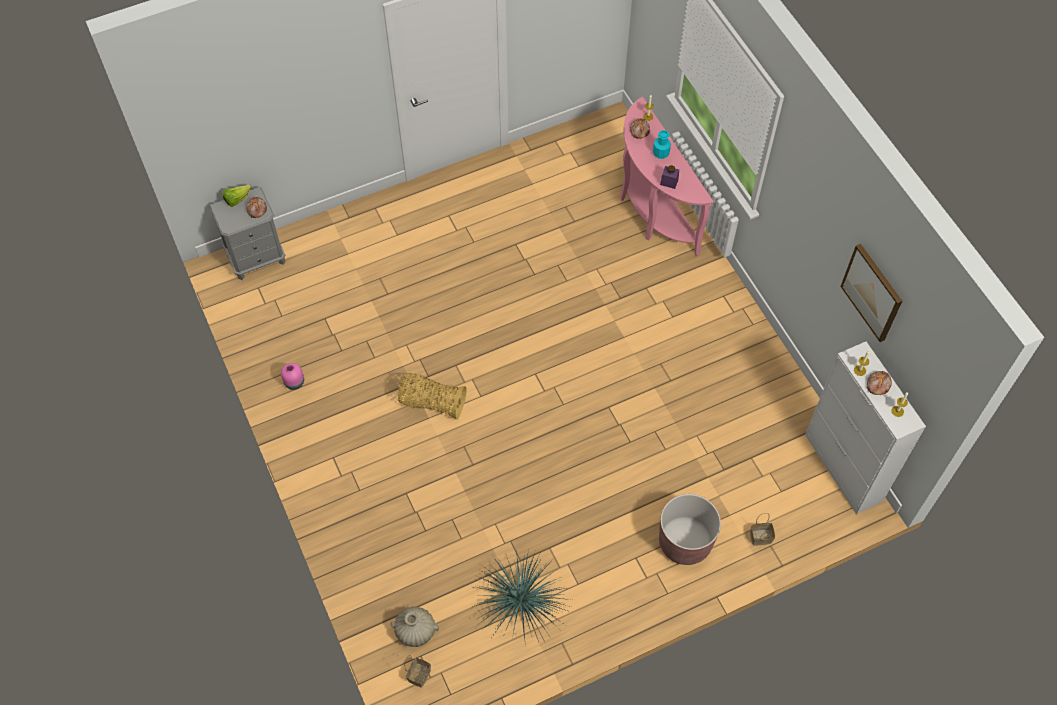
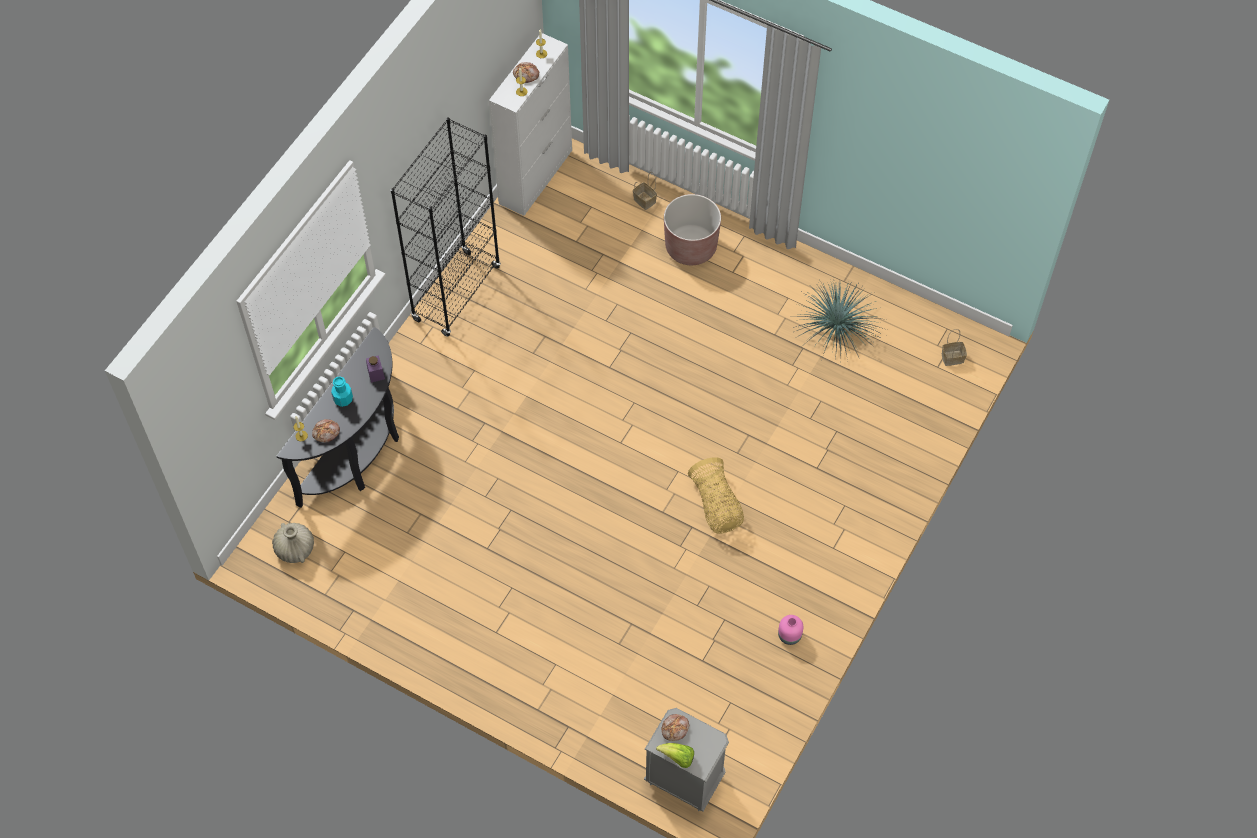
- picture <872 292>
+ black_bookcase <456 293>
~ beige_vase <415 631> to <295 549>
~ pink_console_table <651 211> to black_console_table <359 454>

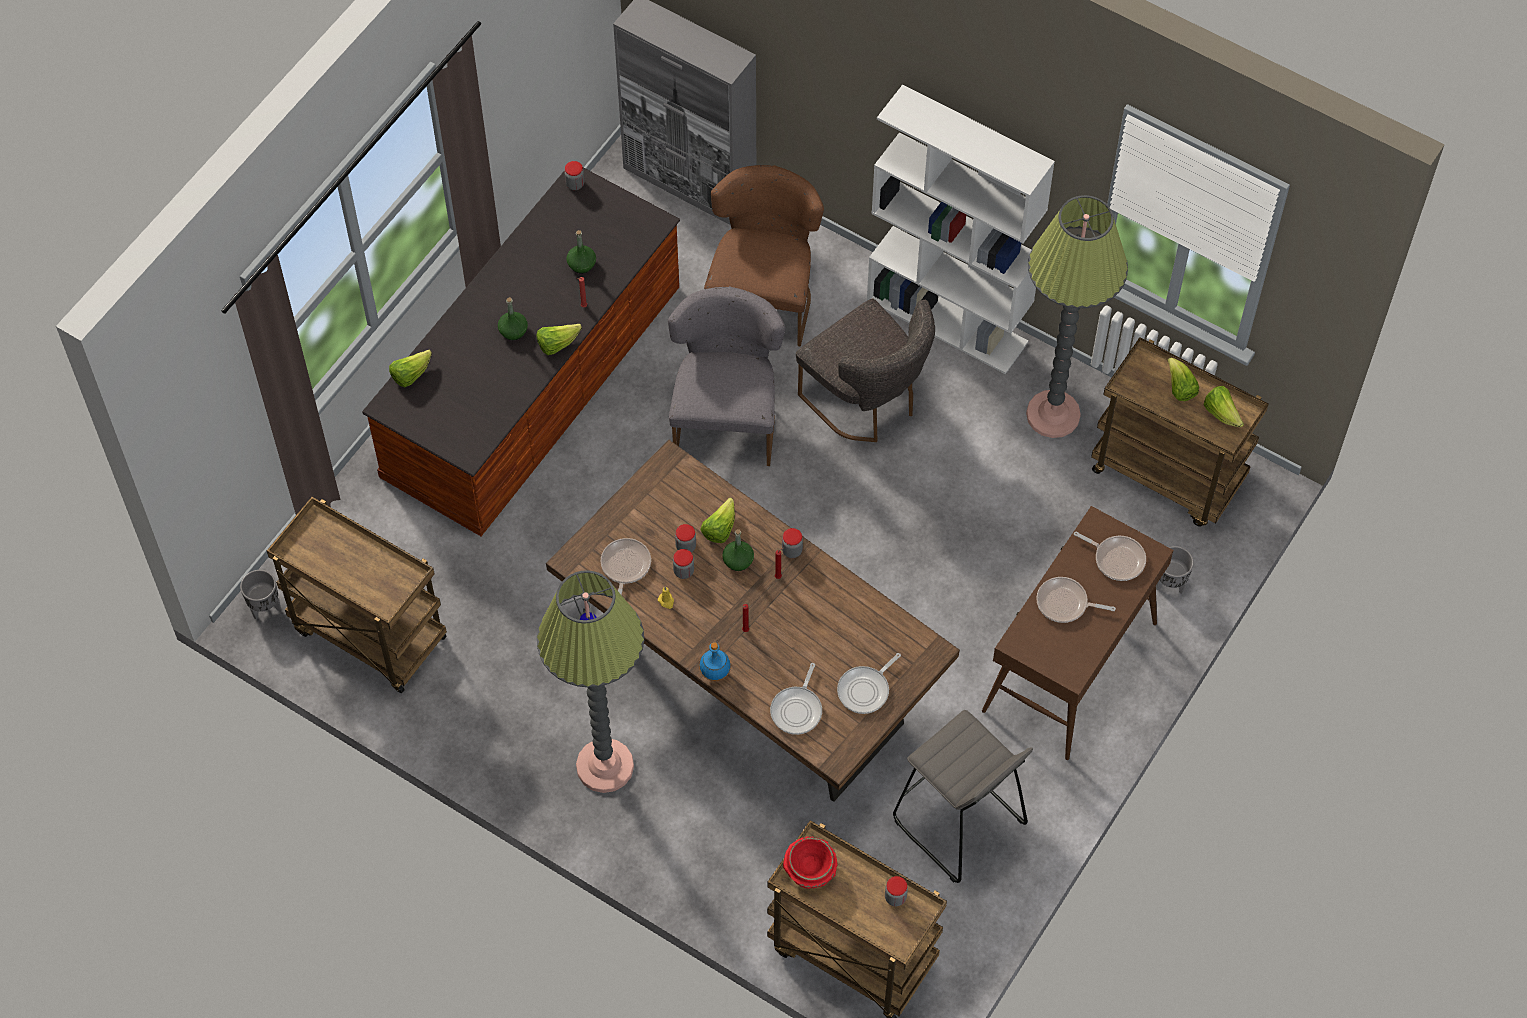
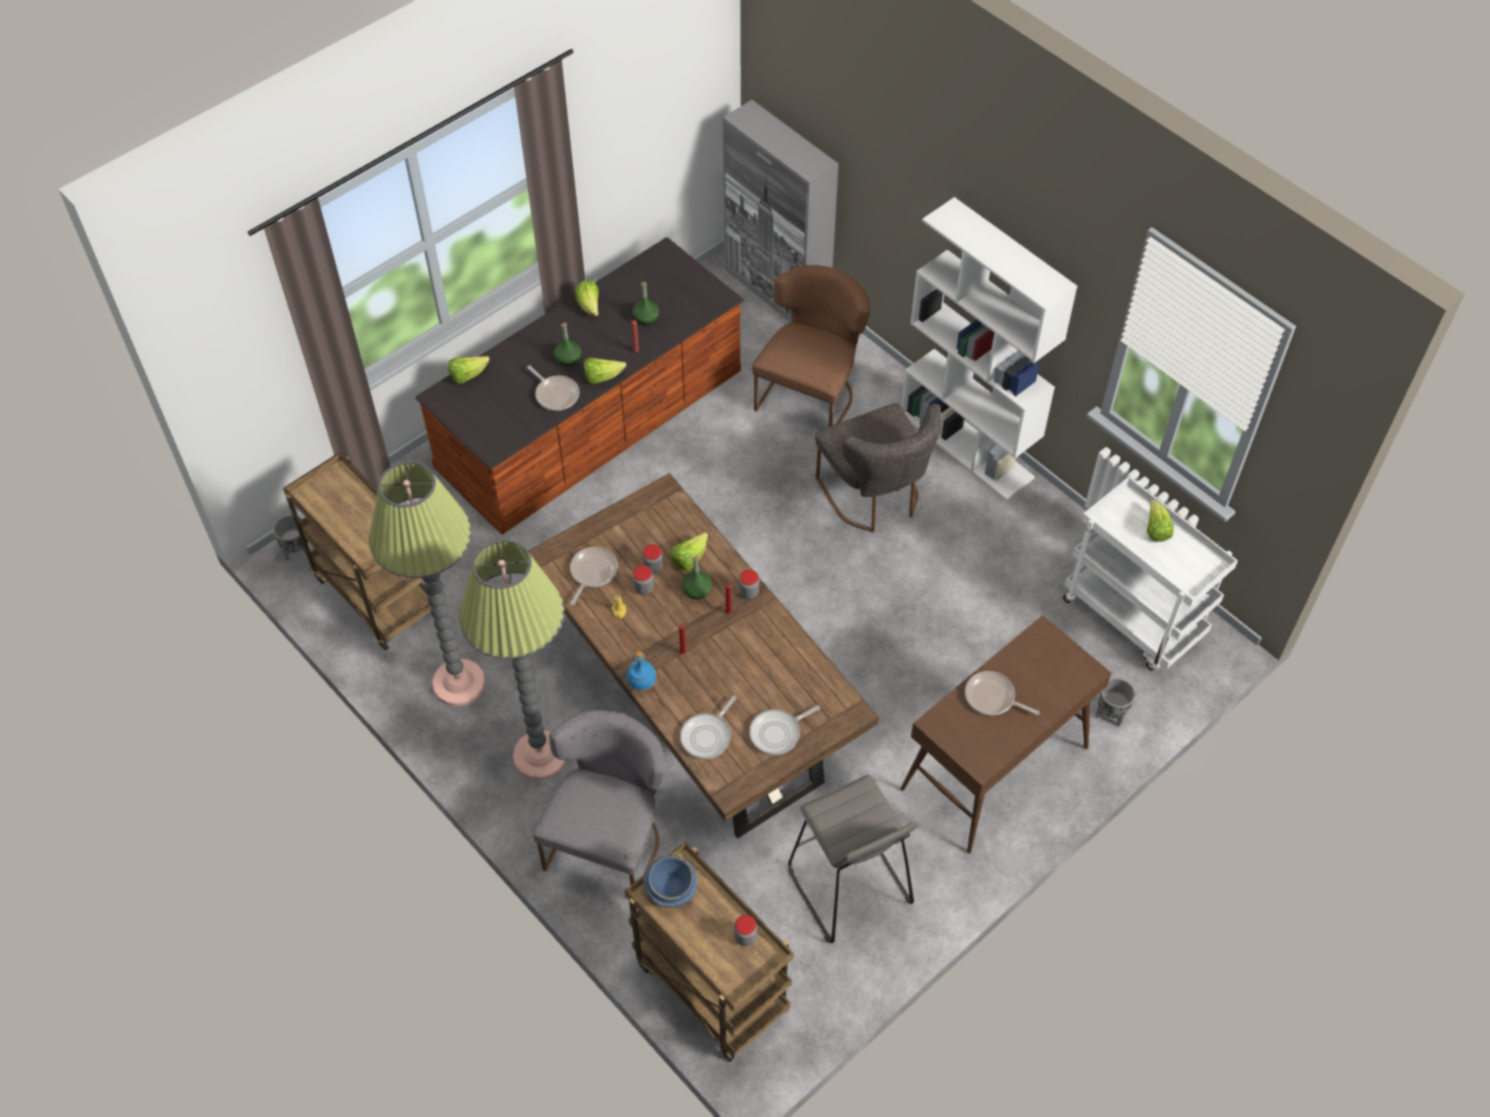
- jar <575 184>
~ grey_chair <726 418> to <609 839>
~ floor_lamp <1053 415> to <459 683>
~ frying_pan <1116 559> to <555 394>
~ lettuce <1221 413> to <589 306>
~ red_bowl <810 869> to blue_bowl <671 889>
~ brown_cart <1169 474> to white_cart <1134 618>

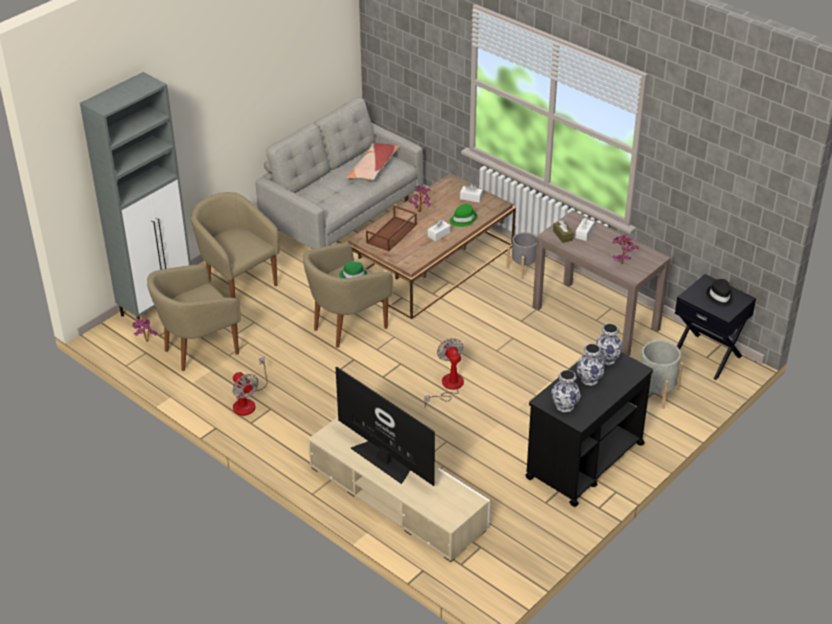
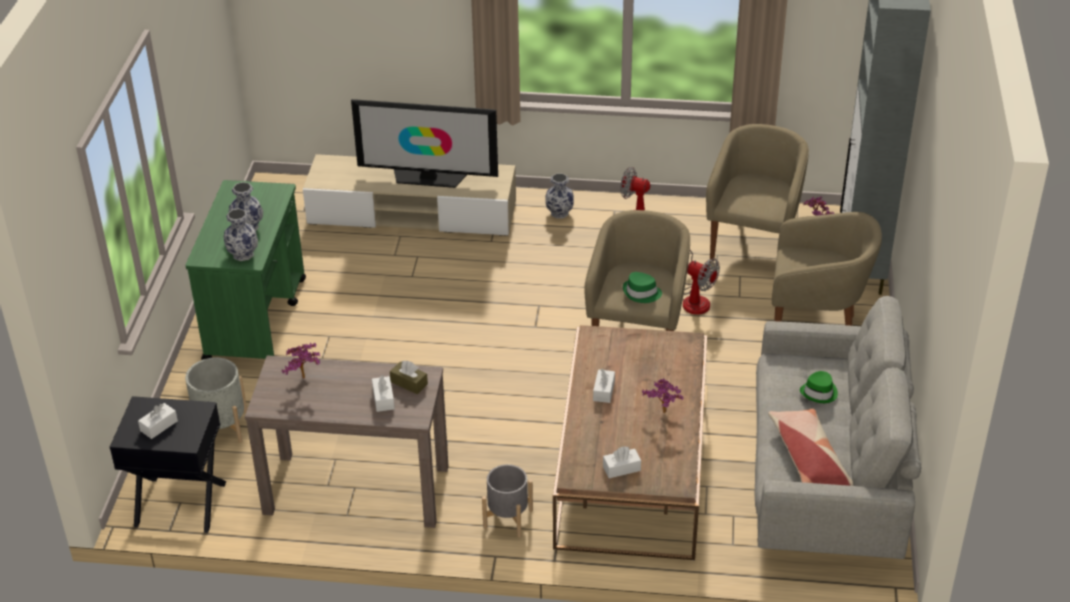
- brown_tray <391 234>
~ fan <448 387> to <695 298>
~ green_hat <463 219> to <819 392>
~ vase <564 406> to <559 212>
~ black_hat <720 297> to white_tissue_box <159 426>
~ black_cart <584 461> to green_cart <256 318>

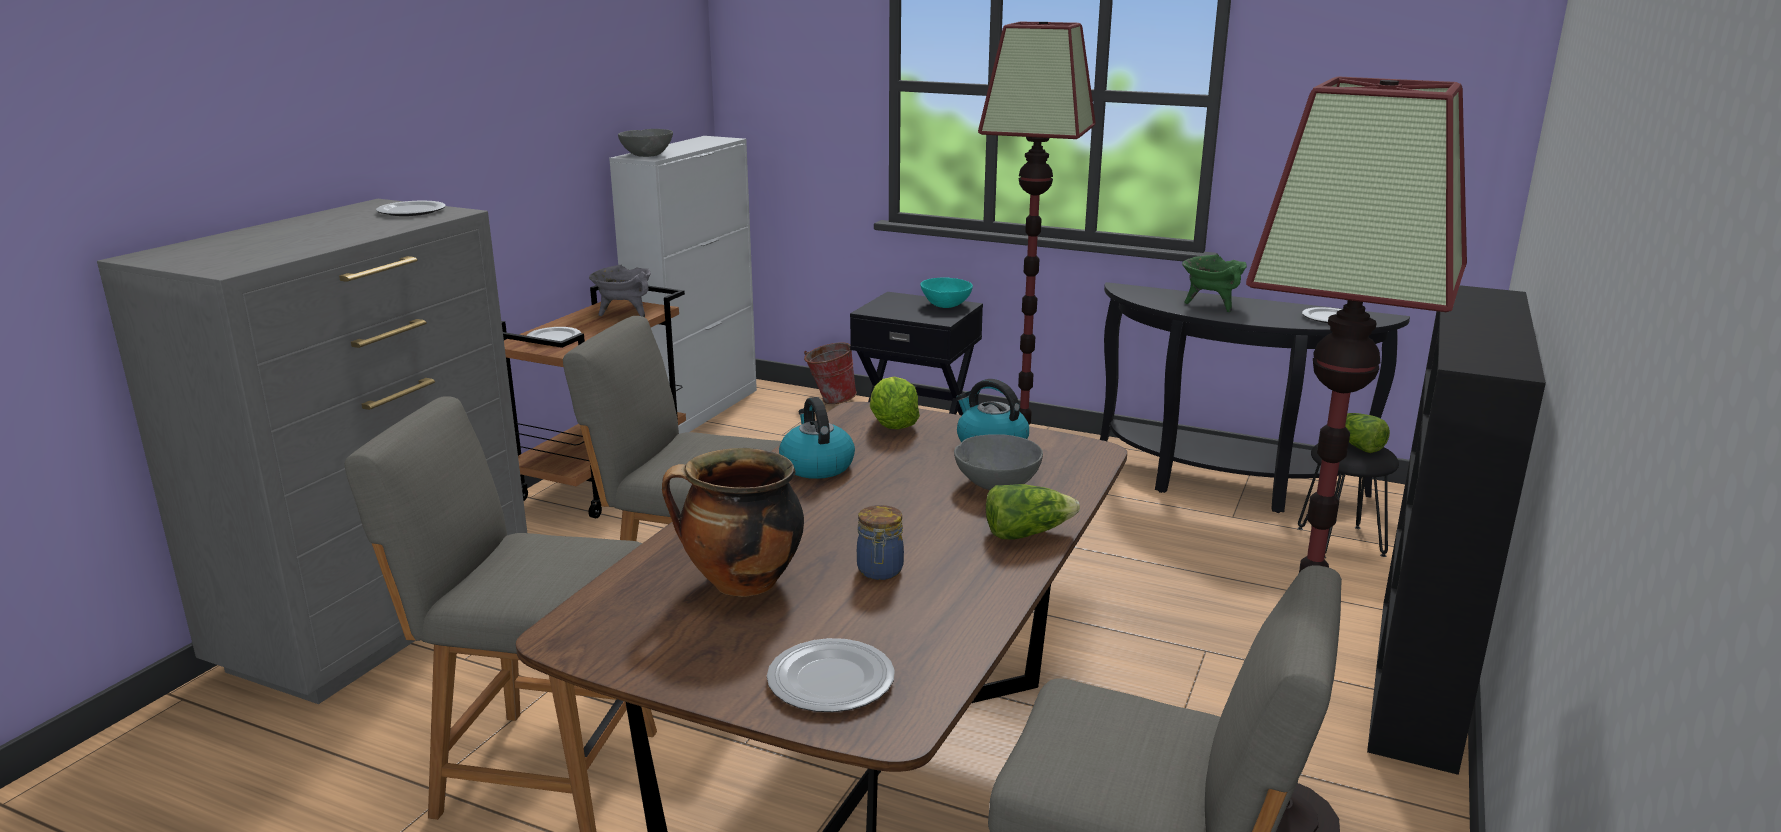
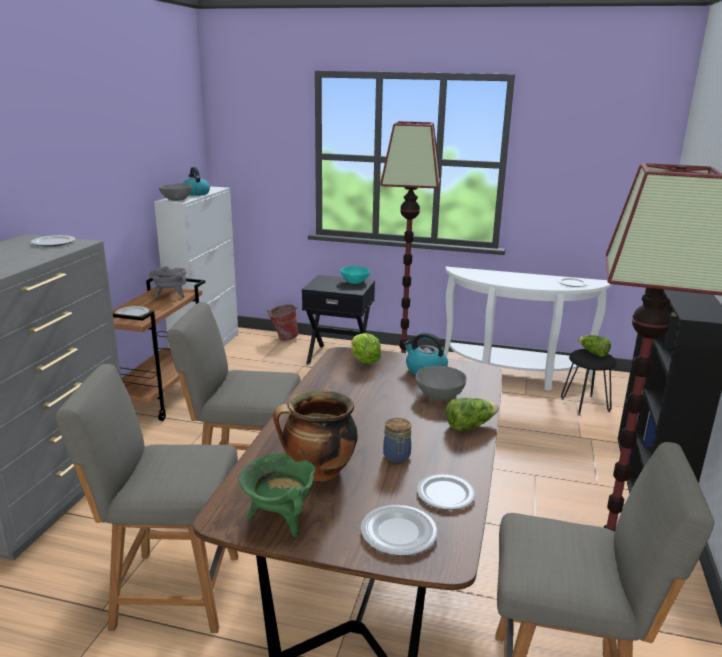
+ plate <446 494>
~ kettle <816 466> to <195 193>
~ green_cooking_pot <1211 305> to <279 519>
~ black_console_table <1223 485> to white_console_table <514 376>

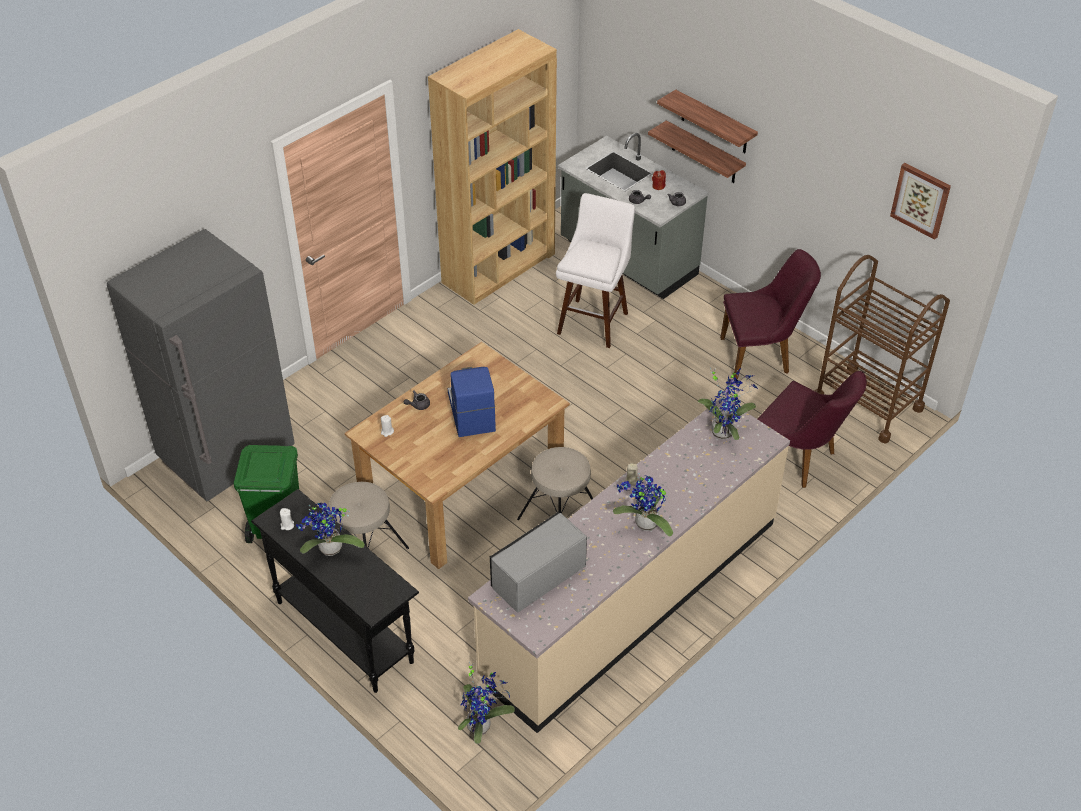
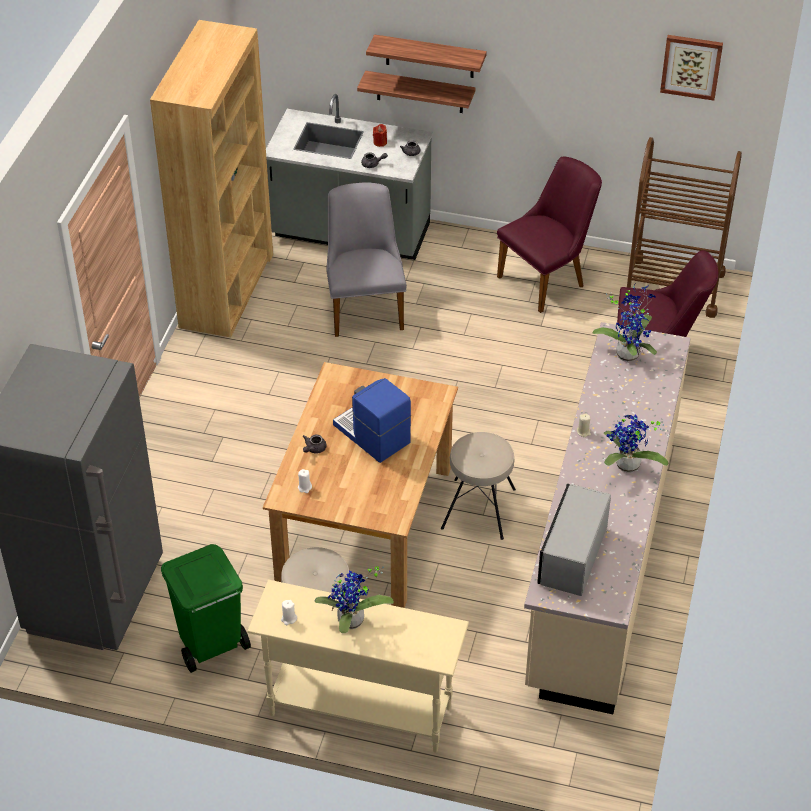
- potted_plant <481 725>
~ white_stool <594 320> to grey_chair <364 307>
~ black_console_table <344 631> to beige_console_table <359 710>

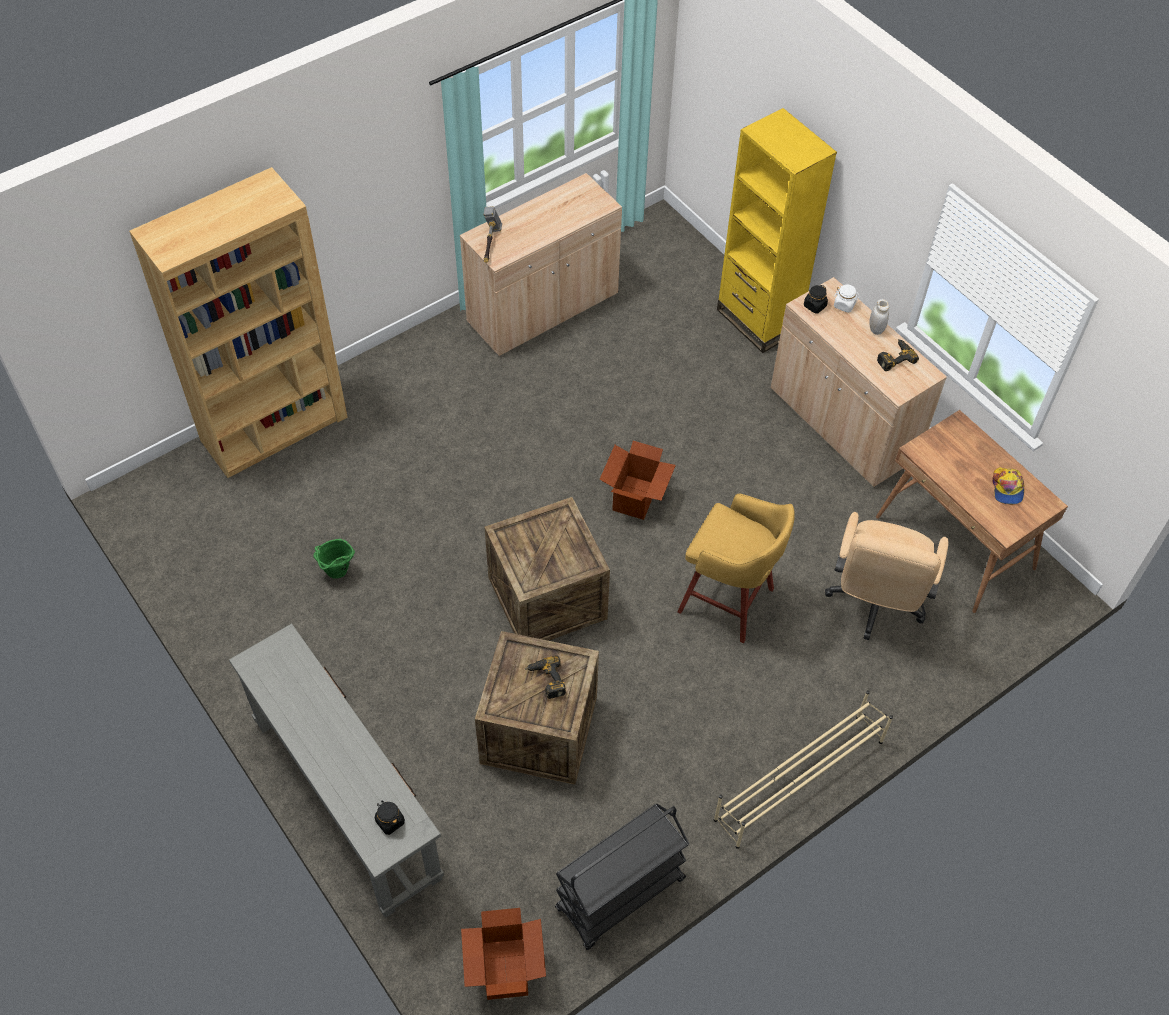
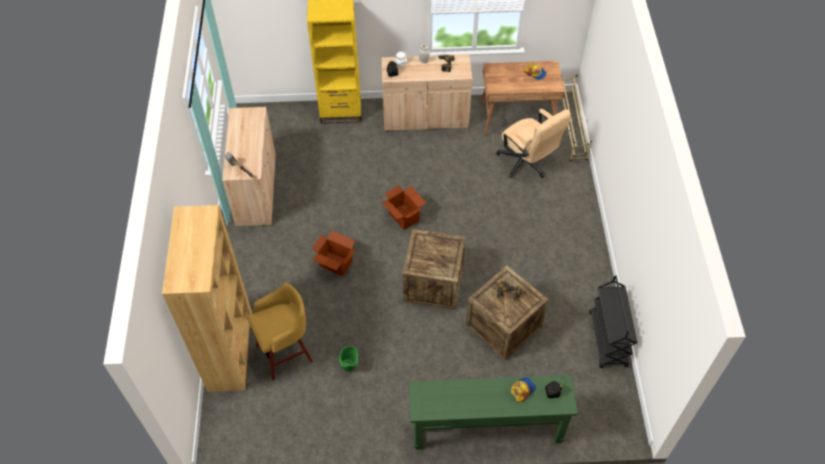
+ cap <522 390>
~ cardboard_box <504 969> to <335 264>
~ yellow_stool <729 602> to <286 353>
~ beige_shoe_rack <798 780> to <571 126>
~ grey_console_table <347 799> to green_console_table <487 428>

